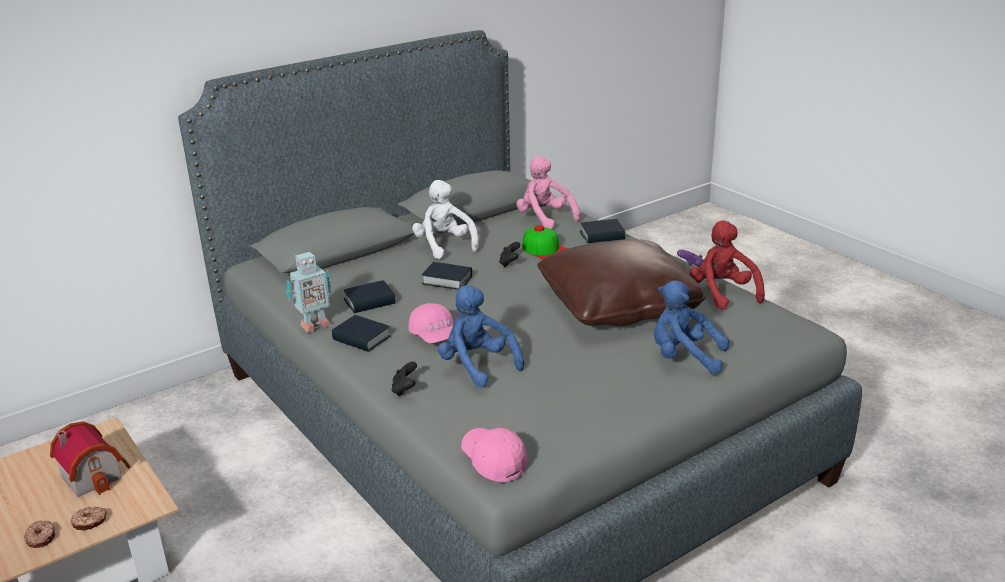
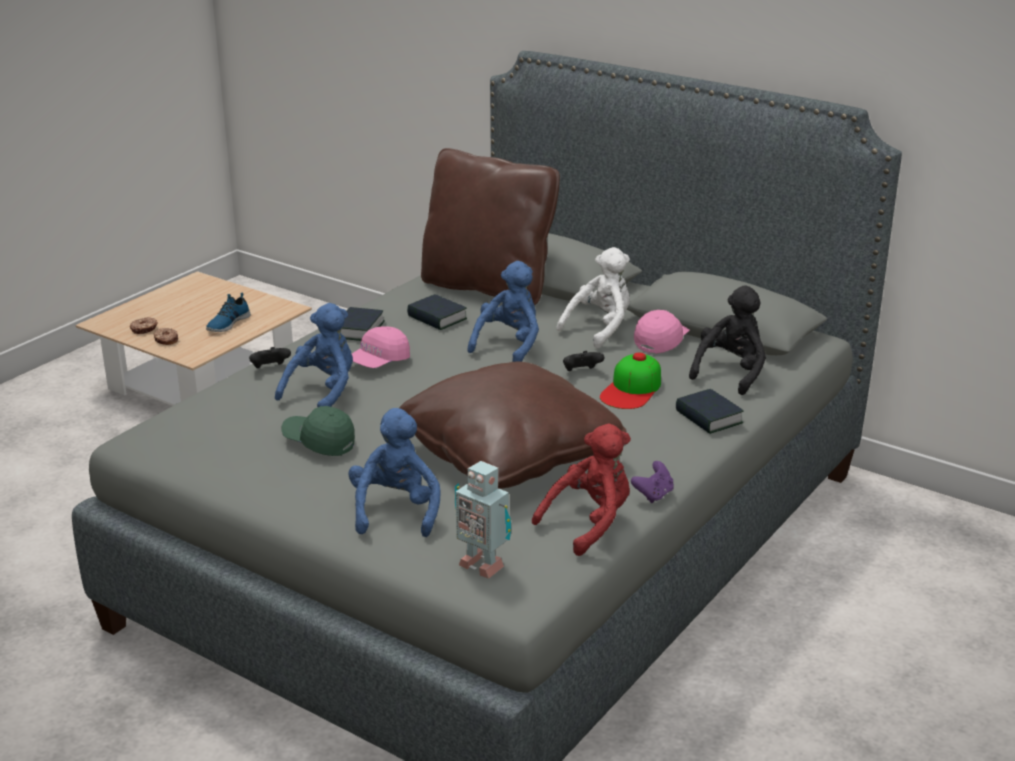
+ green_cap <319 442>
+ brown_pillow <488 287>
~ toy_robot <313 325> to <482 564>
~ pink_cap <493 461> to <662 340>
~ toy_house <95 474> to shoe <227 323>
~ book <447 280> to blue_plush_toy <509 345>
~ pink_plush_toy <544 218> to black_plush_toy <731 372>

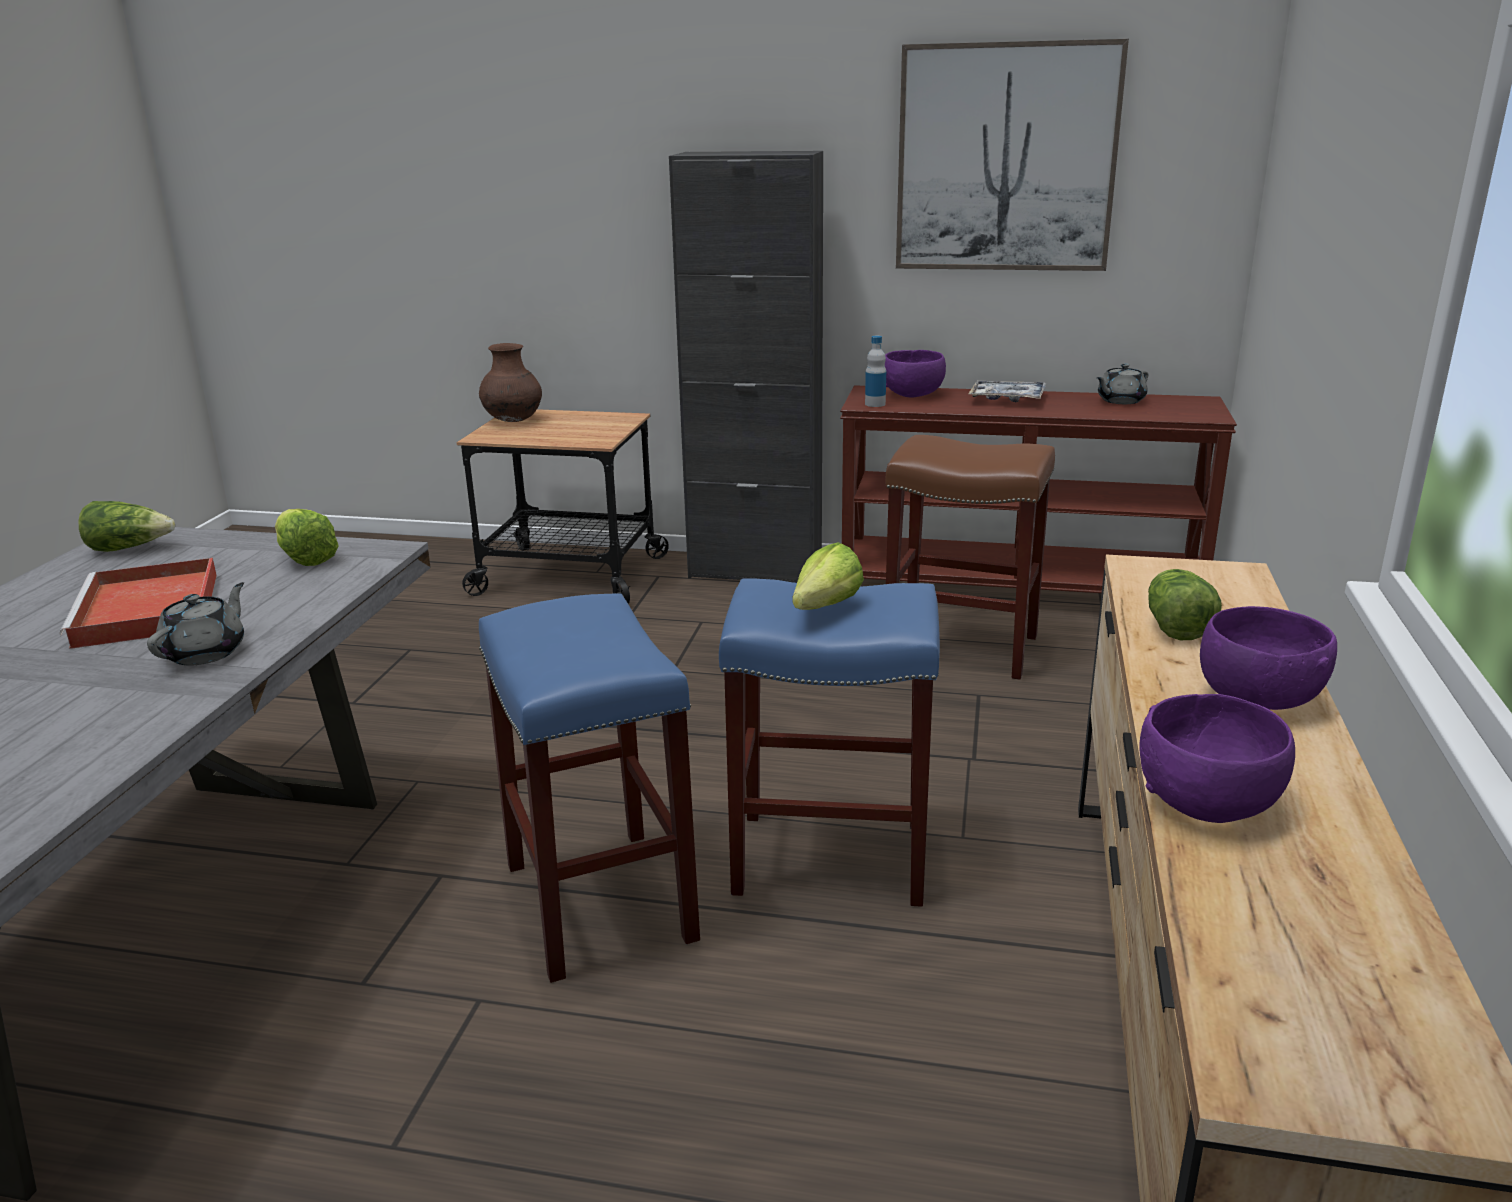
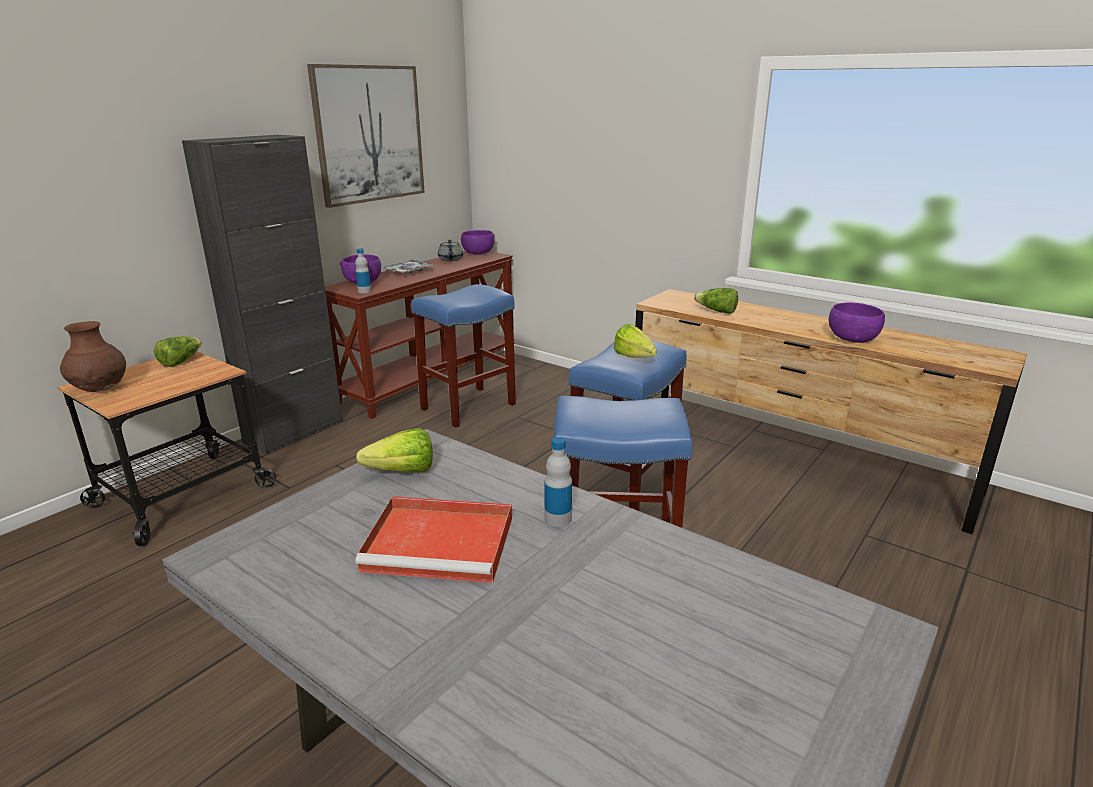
~ lettuce <130 548> to <181 361>
~ purple_bowl <1257 698> to <478 253>
~ grey_teapot <206 652> to bottle <558 519>
~ brown_stool <963 647> to blue_stool <469 406>

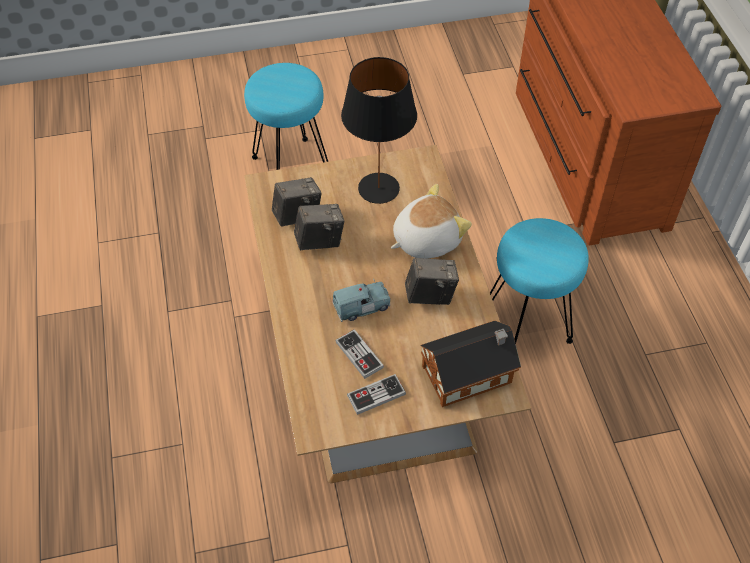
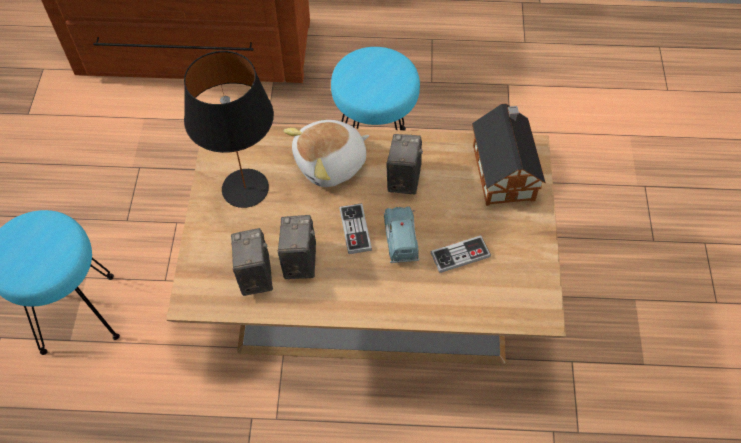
~ game_controller <376 395> to <355 229>
~ plush_toy <425 239> = <331 164> 105 degrees counterclockwise

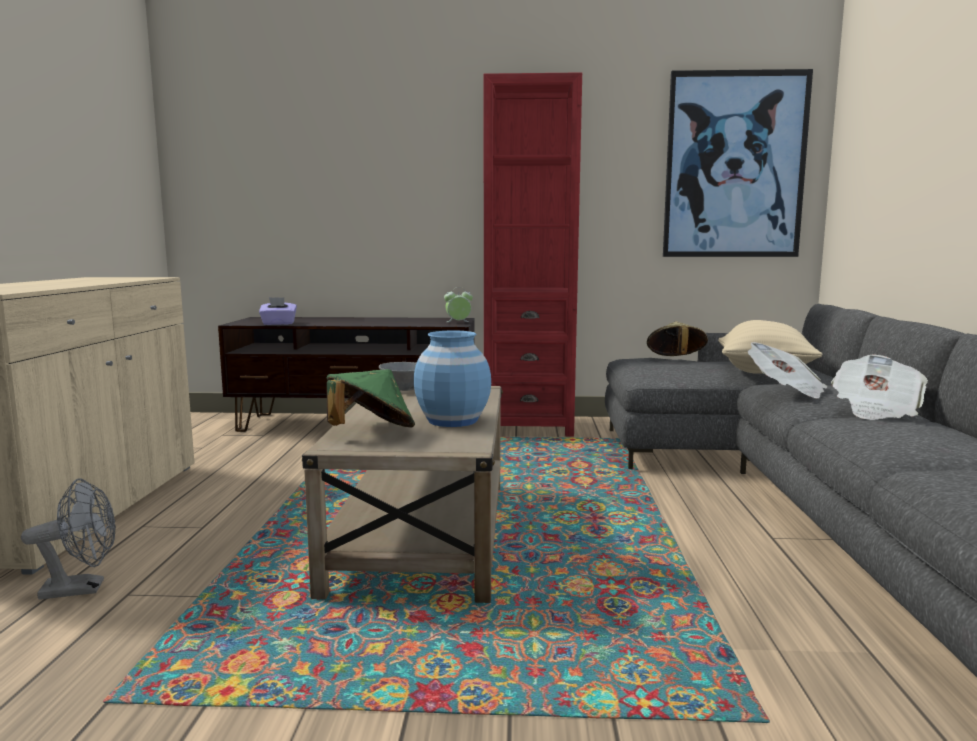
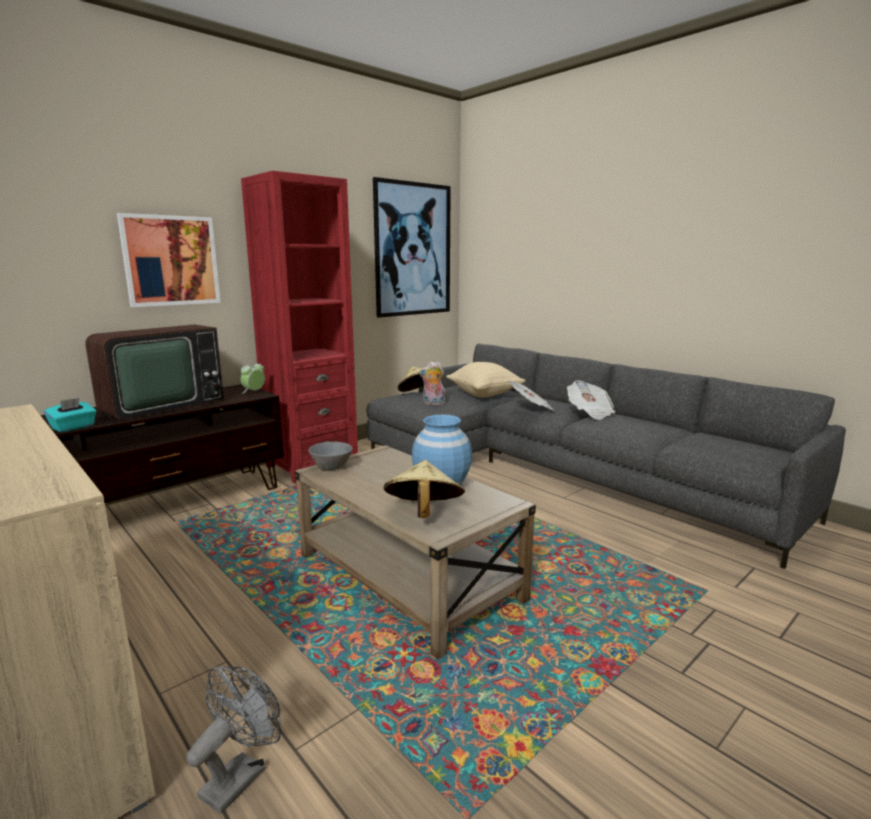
+ television <159 405>
+ picture <171 261>
+ plush_toy <433 404>
~ purple_tissue_box <278 324> to turquoise_tissue_box <73 427>
~ green_hat <371 432> to beige_hat <423 513>

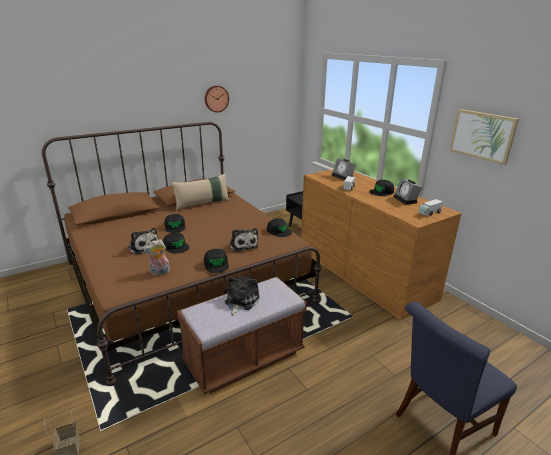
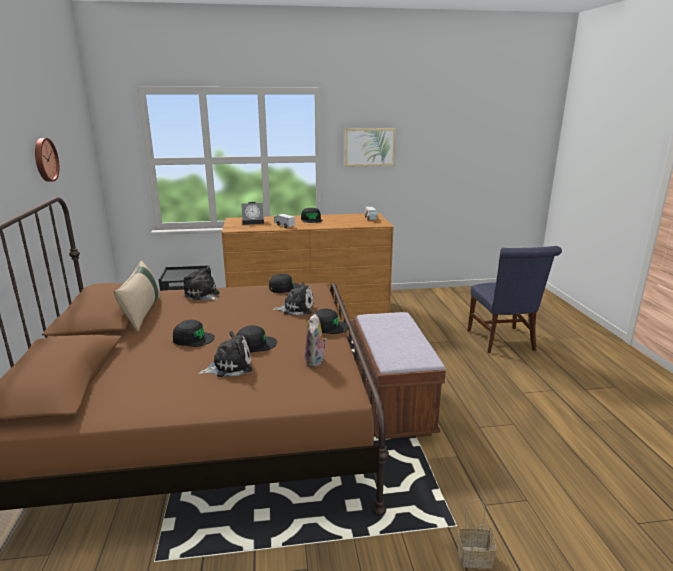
- alarm_clock <406 200>
~ plush_toy <240 301> to <202 295>

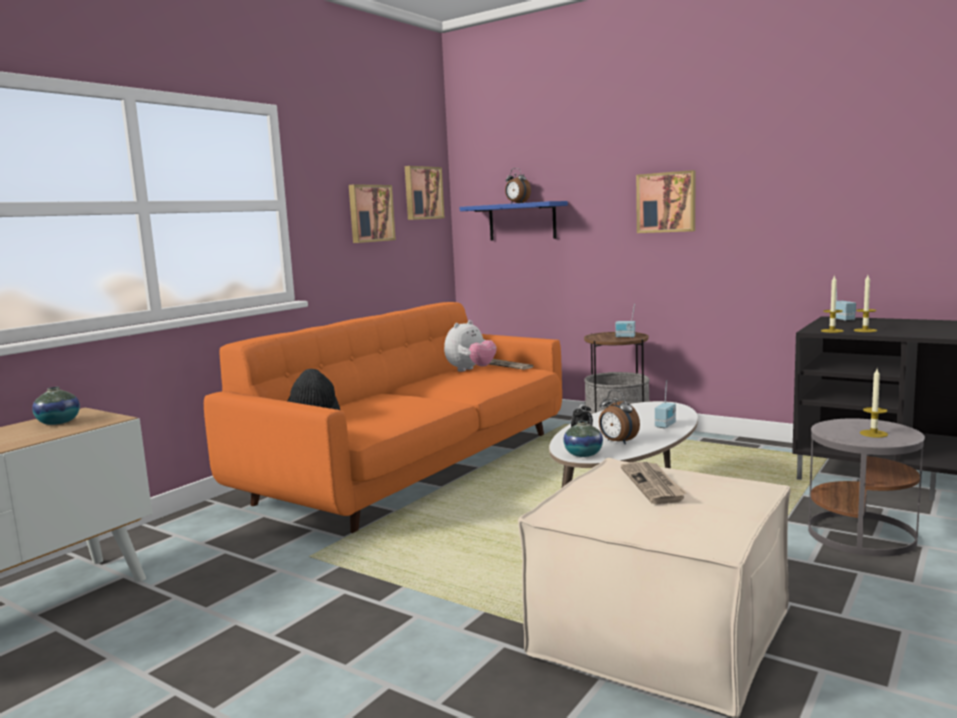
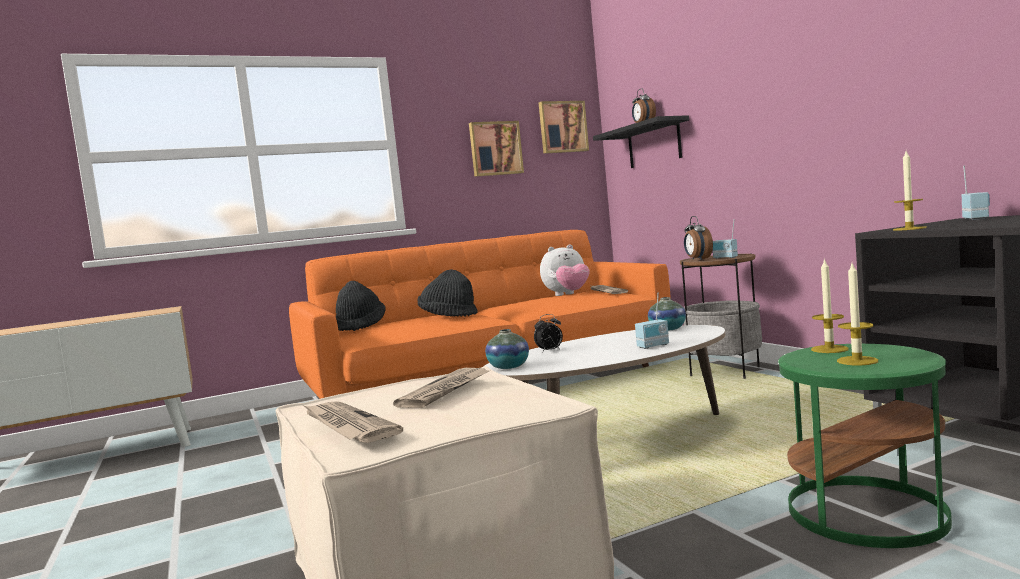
- picture <666 202>
+ newspaper <347 425>
+ black_hat <448 316>
~ vase <58 422> to <667 329>
~ alarm_clock <617 442> to <698 259>
~ candle <865 330> to <829 349>
~ blue_shelf <522 221> to black_shelf <654 144>
~ grey_side_table <861 534> to green_side_table <867 512>

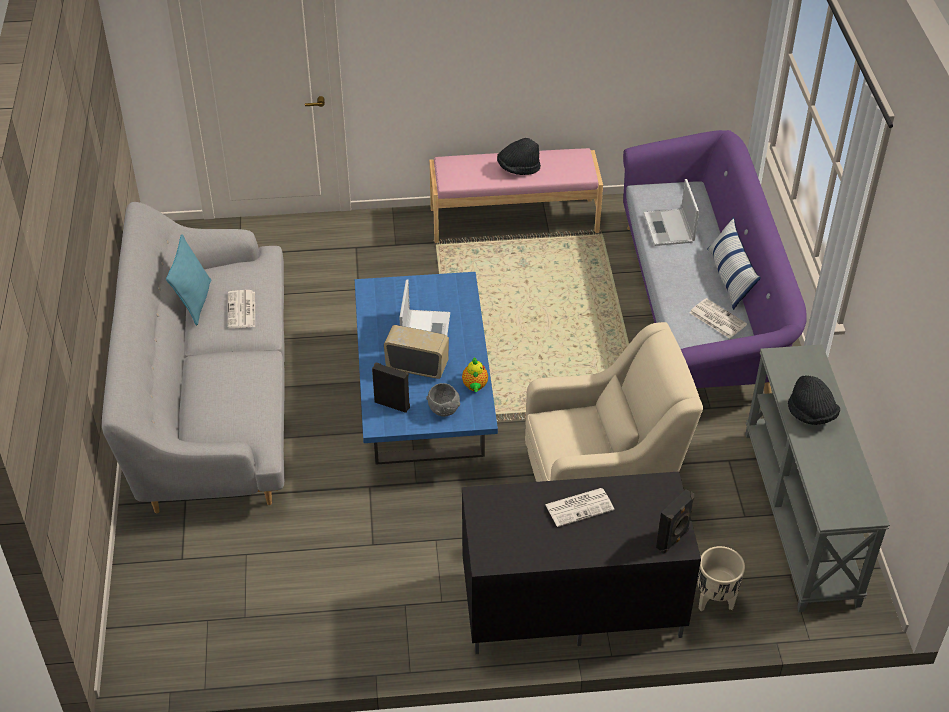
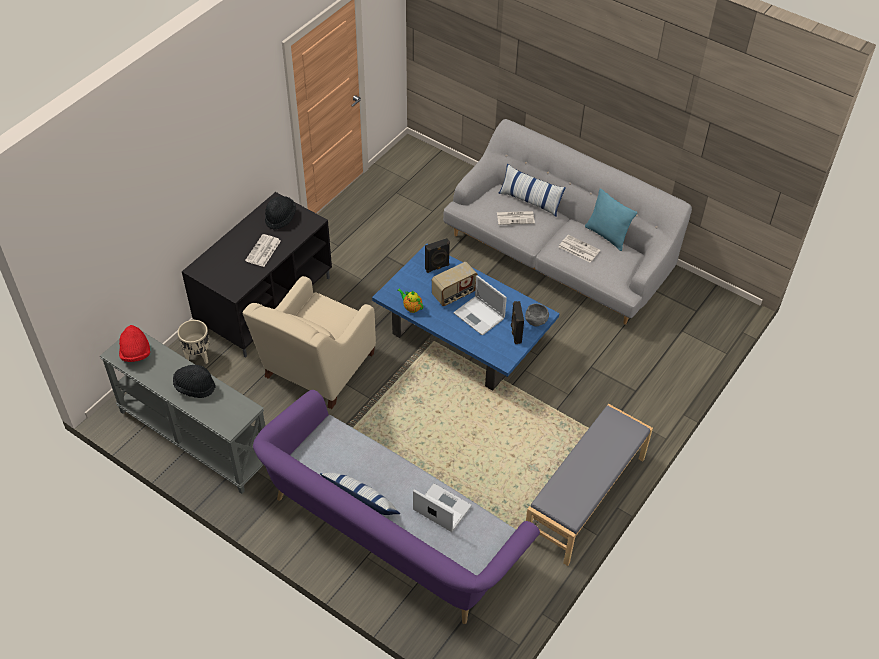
+ red_hat <136 353>
+ pillow <530 200>
~ grey_bowl <443 409> to <536 321>
~ black_hat <518 168> to <280 218>
~ black_speaker <673 539> to <515 334>
~ newspaper <716 319> to <516 218>
~ pink_bench <514 219> to grey_bench <586 498>

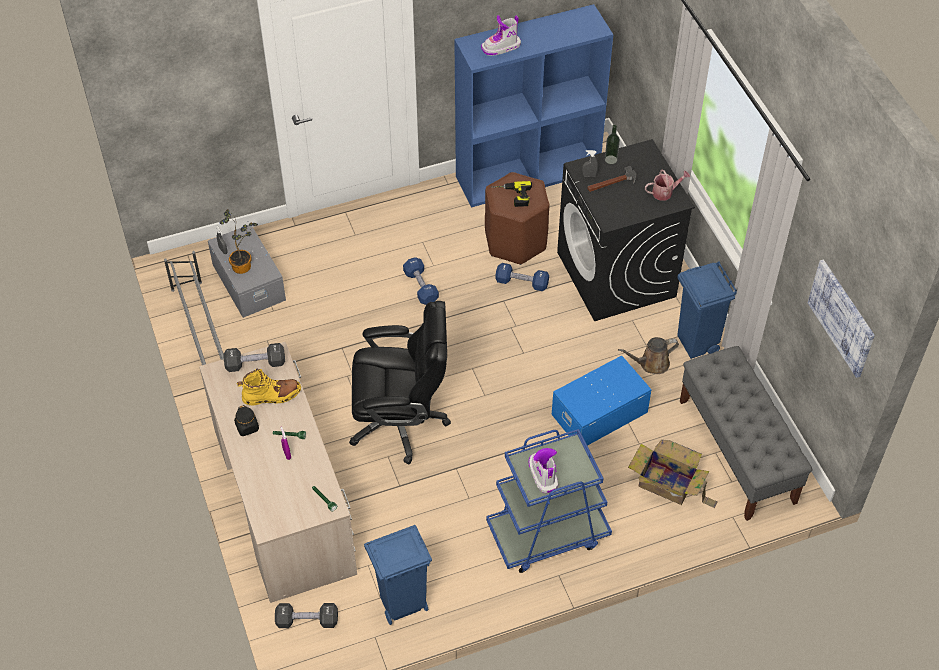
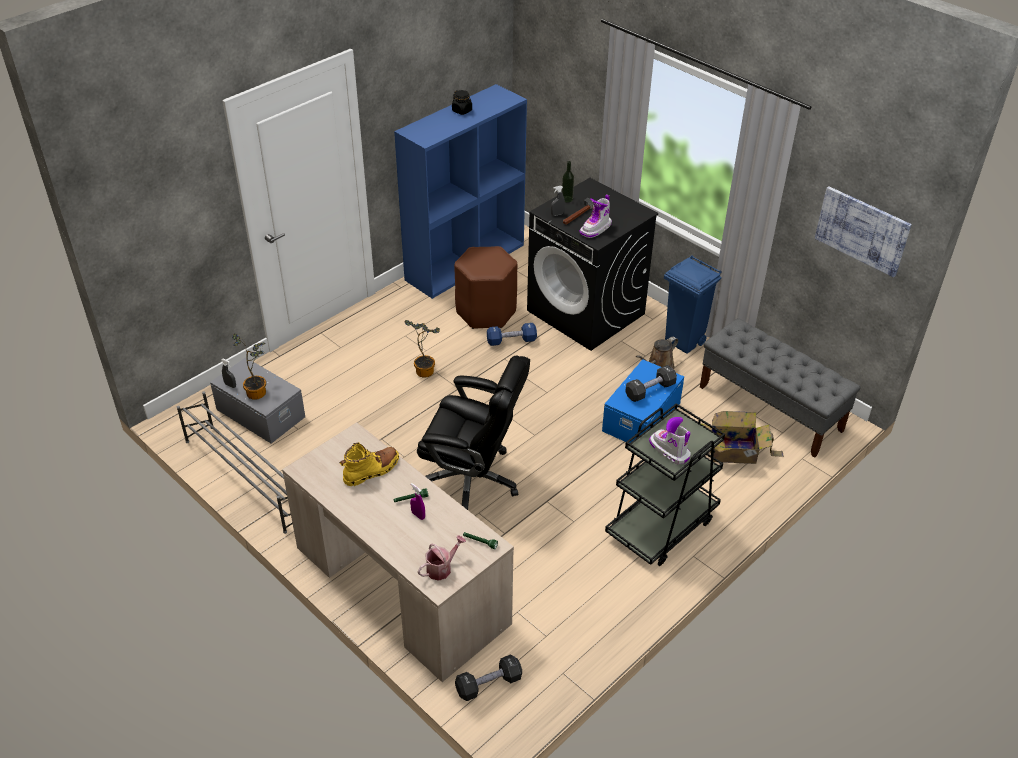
- blue_trash_can <401 605>
- power_drill <511 196>
~ black_dumbbell <255 364> to <650 390>
~ black_jar <247 427> to <462 111>
~ boot <501 47> to <596 229>
~ watering_can <665 192> to <442 568>
~ blue_dumbbell <421 287> to potted_plant <425 369>
~ blue_cart <547 534> to black_cart <661 526>
~ black_office_chair <400 421> = <472 480> 45 degrees clockwise

